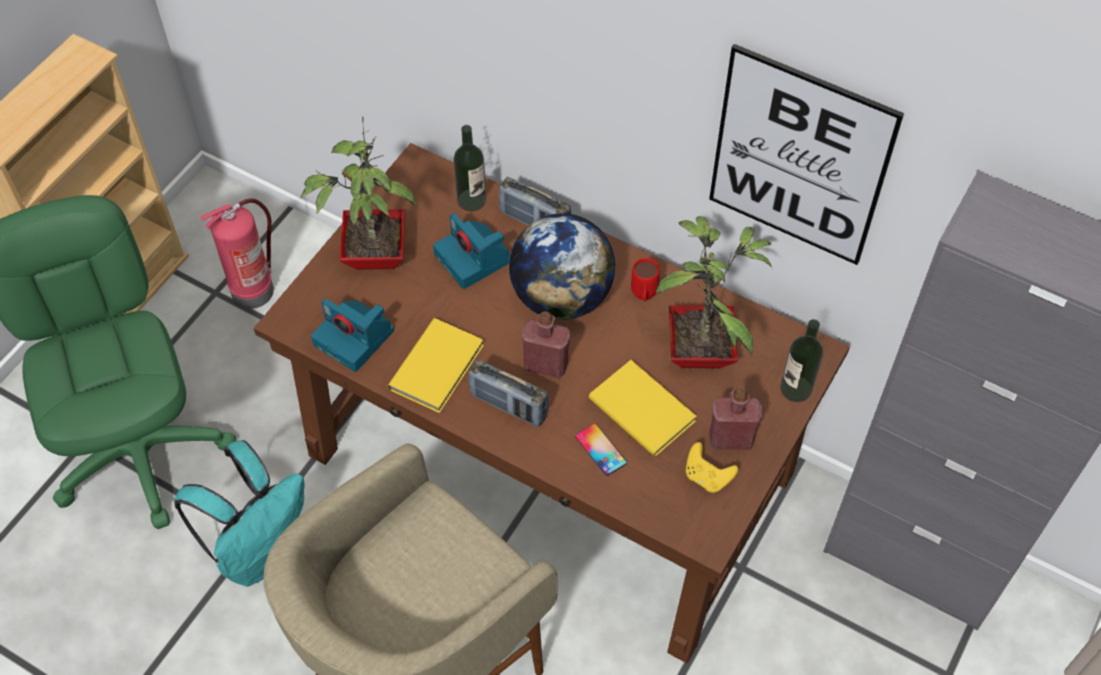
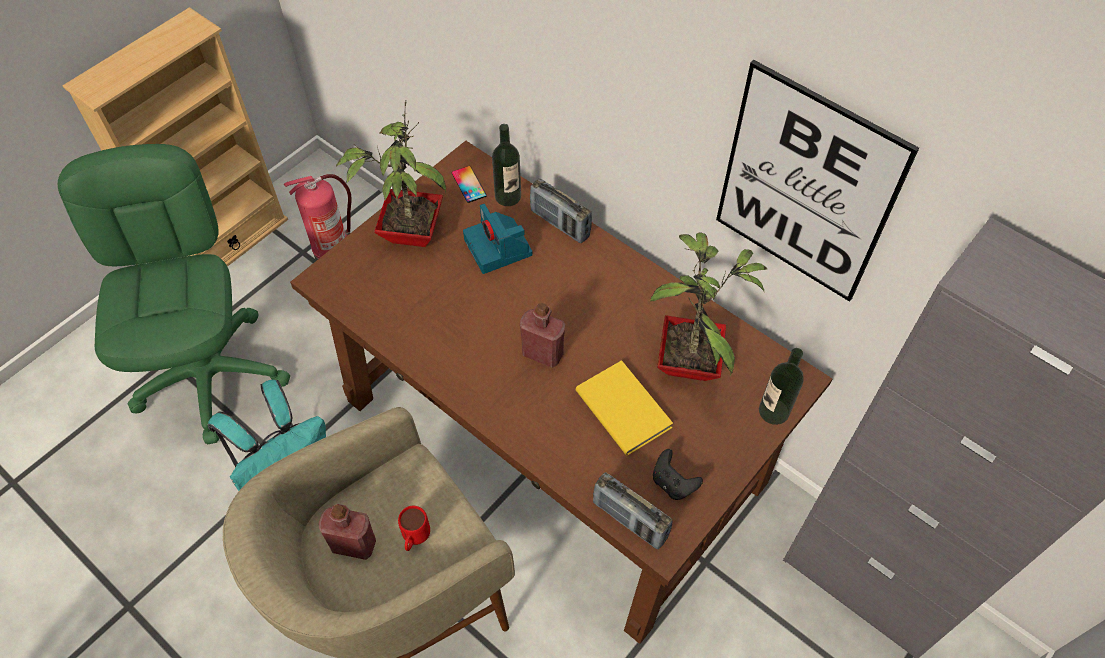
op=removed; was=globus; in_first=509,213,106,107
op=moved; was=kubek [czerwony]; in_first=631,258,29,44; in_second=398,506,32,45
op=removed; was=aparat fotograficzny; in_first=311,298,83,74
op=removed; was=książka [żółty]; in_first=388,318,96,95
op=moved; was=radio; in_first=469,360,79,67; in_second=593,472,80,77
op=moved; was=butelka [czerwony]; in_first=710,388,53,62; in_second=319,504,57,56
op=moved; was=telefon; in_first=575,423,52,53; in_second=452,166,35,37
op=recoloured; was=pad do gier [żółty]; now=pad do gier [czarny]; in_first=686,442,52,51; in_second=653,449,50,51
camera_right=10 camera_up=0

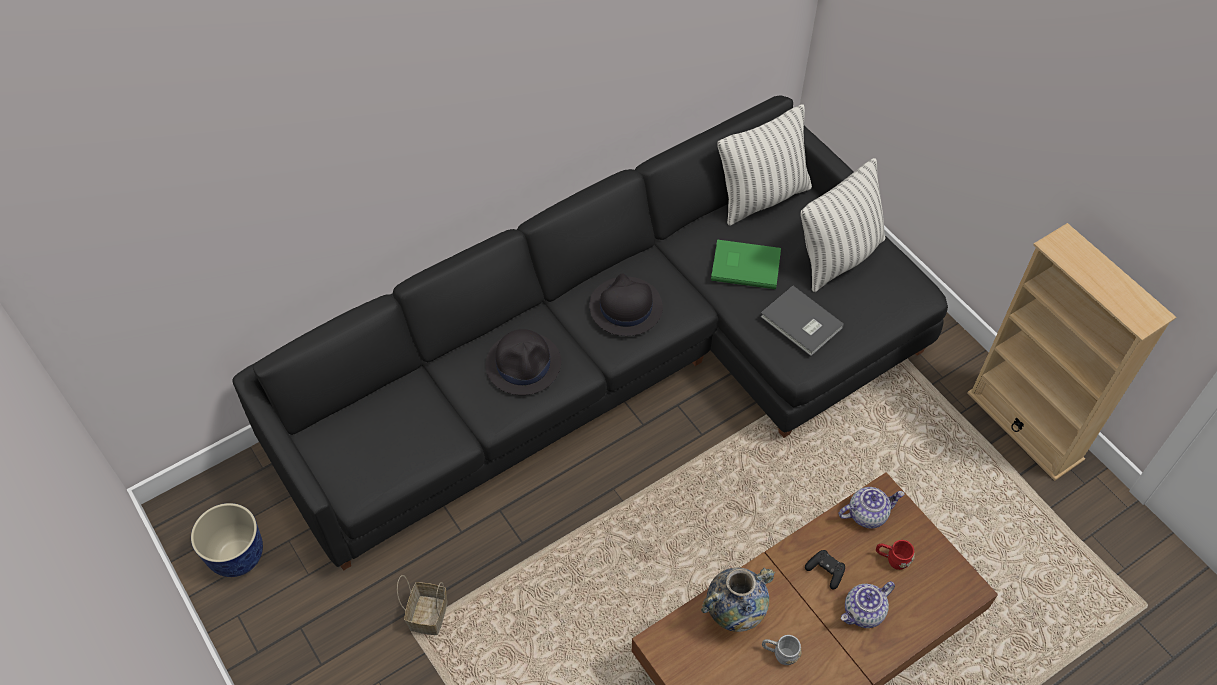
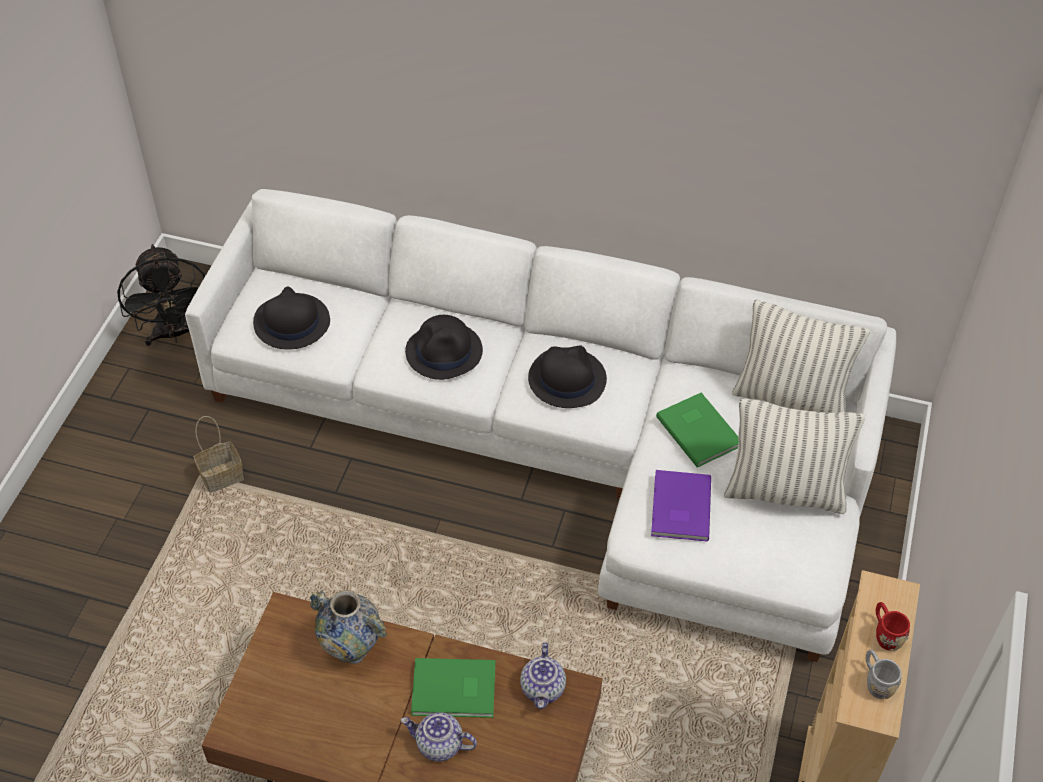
op=recoloured; was=kanapa [czarny]; now=kanapa [biały]; in_first=233,96,715,475; in_second=185,189,711,473
op=recoloured; was=książka [szary]; now=książka [fioletowy]; in_first=760,286,84,70; in_second=651,470,60,72
op=turned; was=imbryk; in_first=839,487,66,41; in_second=520,642,46,67; clockwise=60
op=replaced; was=donica; now=wentylator [czarny]; in_first=191,503,72,74; in_second=117,244,88,102
op=moved; was=kubek [czerwony]; in_first=876,540,39,30; in_second=876,602,34,49
op=replaced; was=pad do gier [czarny]; now=książka [zielony]; in_first=805,550,40,40; in_second=411,658,84,60
op=moved; was=kubek [szary]; in_first=762,635,40,30; in_second=866,649,36,50
op=added; now=kapelusz [czarny]; in_second=253,286,77,64
camera_right=50 camera_up=-5

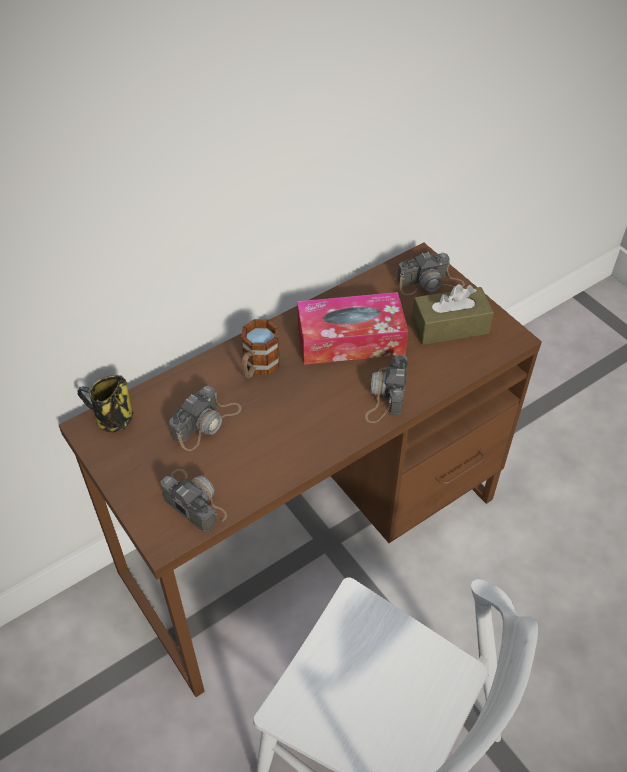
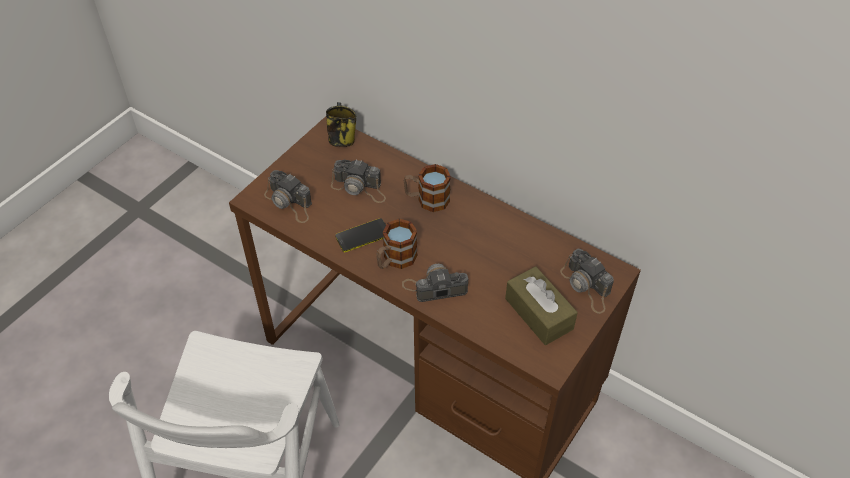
op=removed; was=pudełko chusteczek; in_first=297,292,111,73
op=turned; was=aparat fotograficzny; in_first=161,469,66,63; in_second=264,170,48,53; clockwise=105
op=added; now=telefon; in_second=335,218,51,34
op=added; now=kubek; in_second=376,219,41,50
camera_right=70 camera_up=0

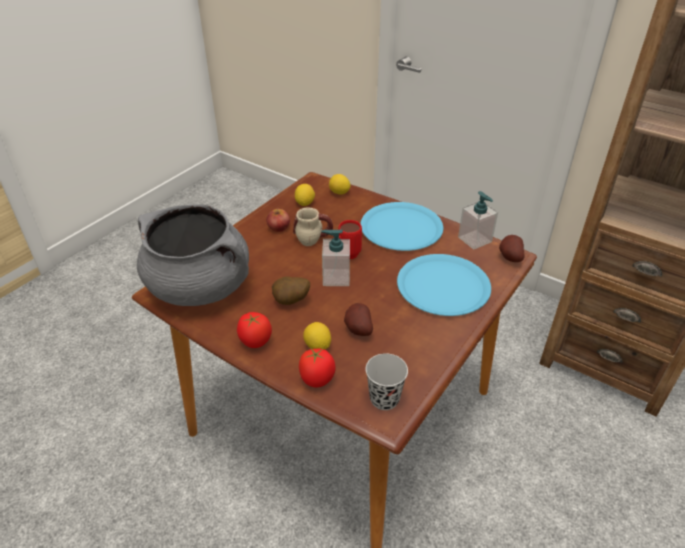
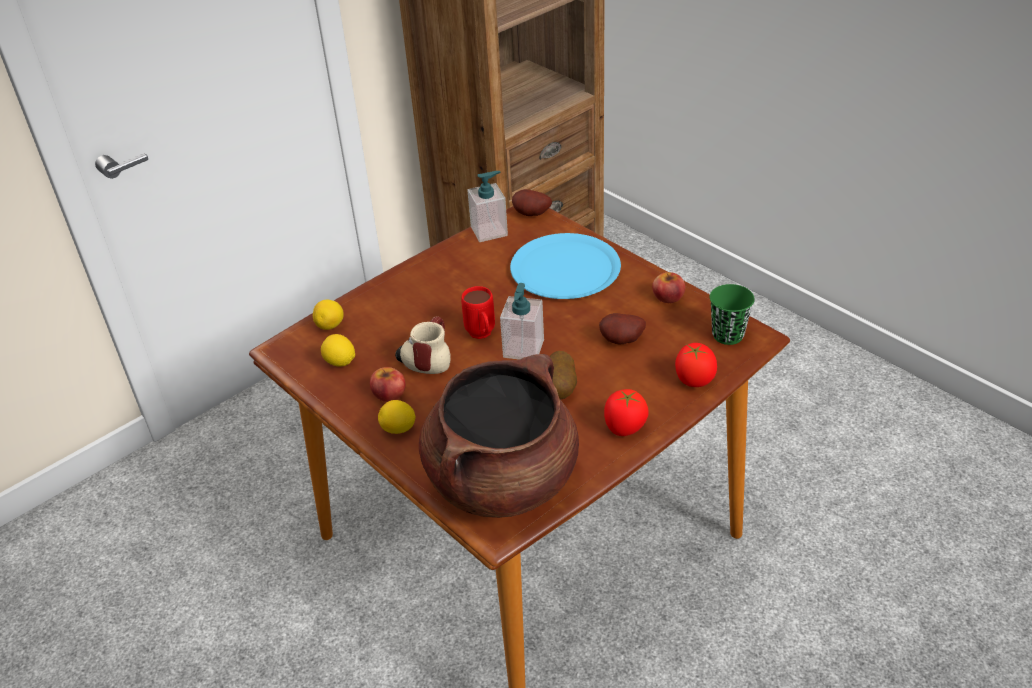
op=removed; was=talerz [niebieski]; in_first=360,202,83,49
op=recoloured; was=garnek [szary]; now=garnek [brązowy]; in_first=137,204,112,102; in_second=419,354,160,164
op=moved; was=cytryna; in_first=303,322,28,28; in_second=378,400,38,34
op=recoloured; was=filiżanka [czarny]; now=filiżanka [zielony]; in_first=365,353,43,57; in_second=710,284,45,61
op=added; now=jabłko; in_second=652,272,33,31
camera_right=-75 camera_up=0

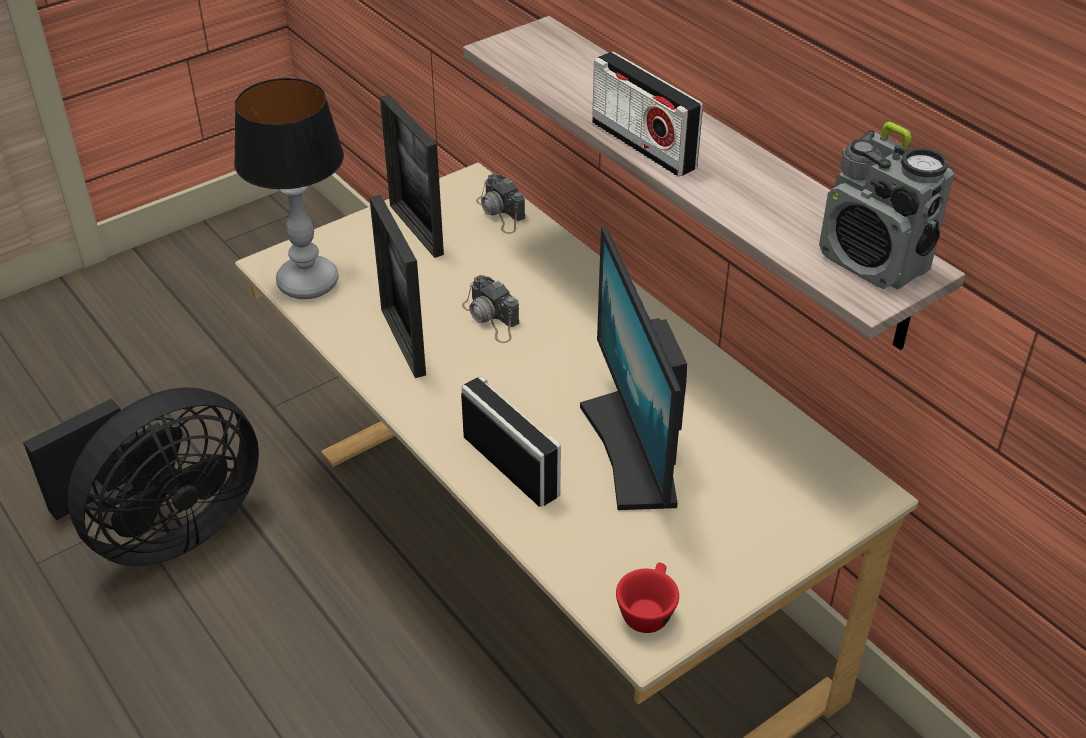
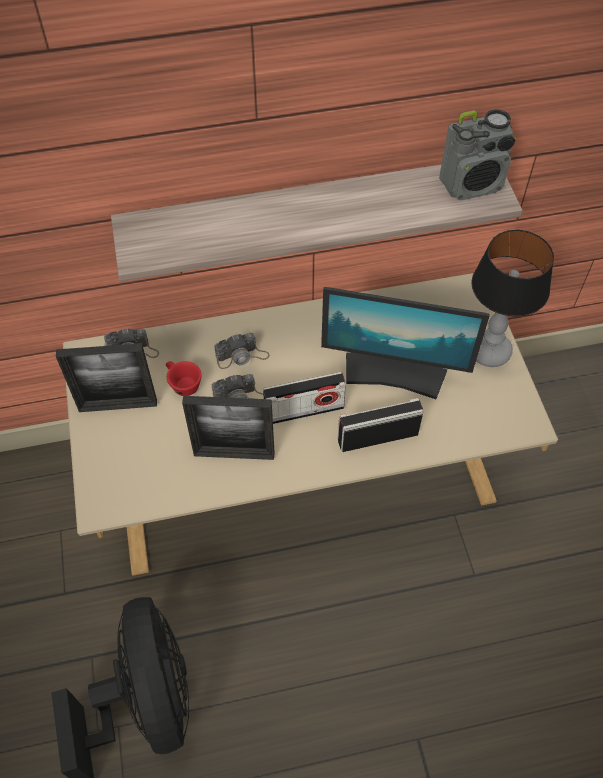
op=moved; was=radio; in_first=592,52,111,125; in_second=263,372,83,52
op=moved; was=lampa stołowa; in_first=234,78,110,221; in_second=471,230,83,137
op=moved; was=filiżanka [czerwony]; in_first=616,563,63,70; in_second=166,361,36,35
op=added; now=aparat fotograficzny; in_second=214,333,56,36
camera_right=-65 camera_up=15

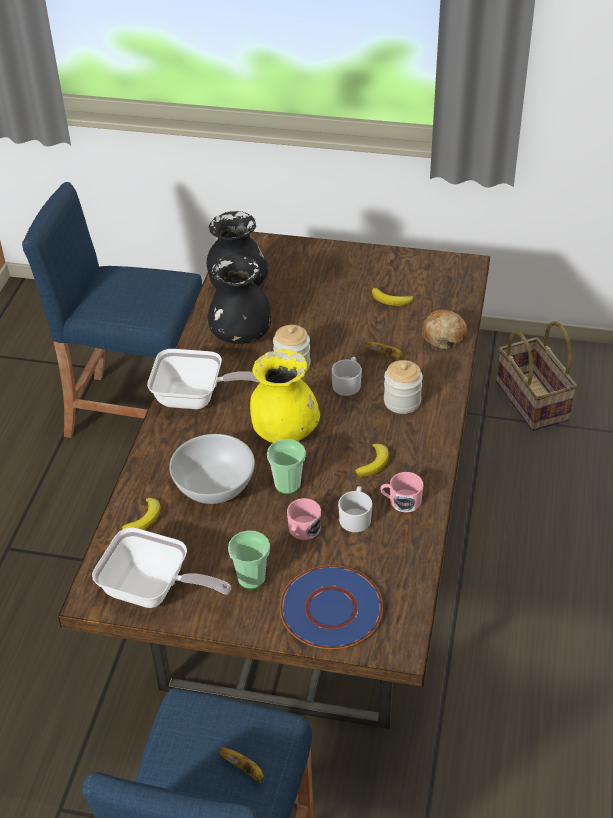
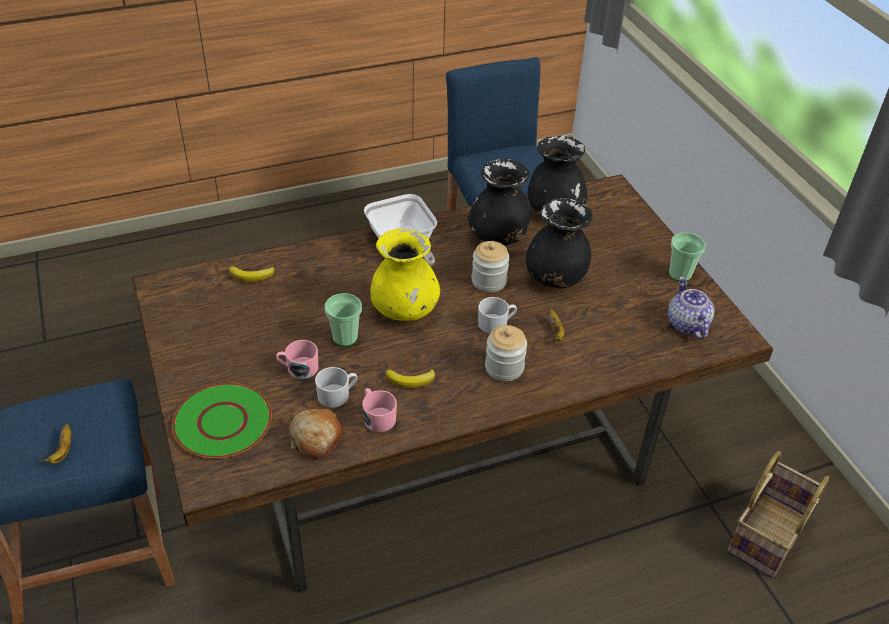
op=removed; was=banan; in_first=372,288,42,18
op=moved; was=chleb; in_first=422,309,45,40; in_second=289,409,54,50
op=removed; was=miska [biały]; in_first=169,434,86,70
op=removed; was=patelnia; in_first=92,528,139,80
op=moved; was=filiżanka; in_first=228,530,42,59; in_second=669,233,37,48
op=recoloured; was=talerz [niebieski]; now=talerz [zielony]; in_first=280,566,103,83; in_second=172,383,100,75
op=added; now=wazon [czarny]; in_second=526,198,66,90
op=added; now=imbryk; in_second=668,276,47,63
camera_right=55 camera_up=0

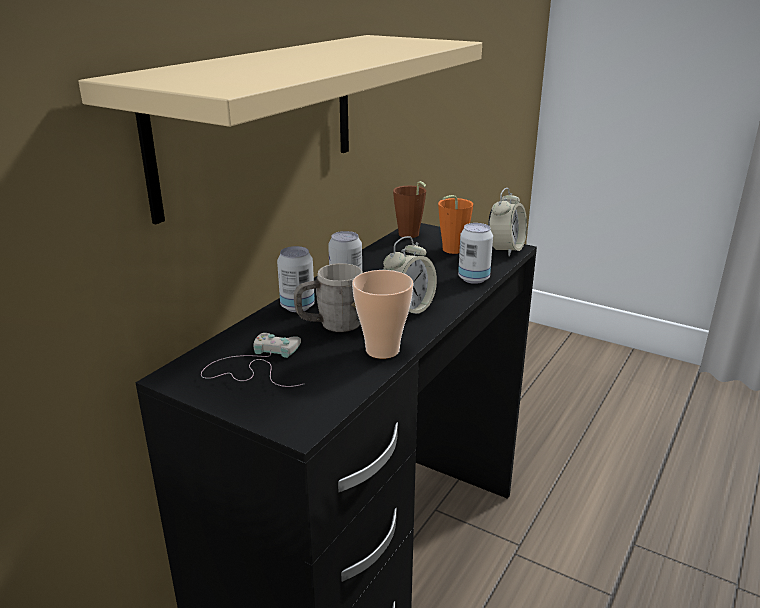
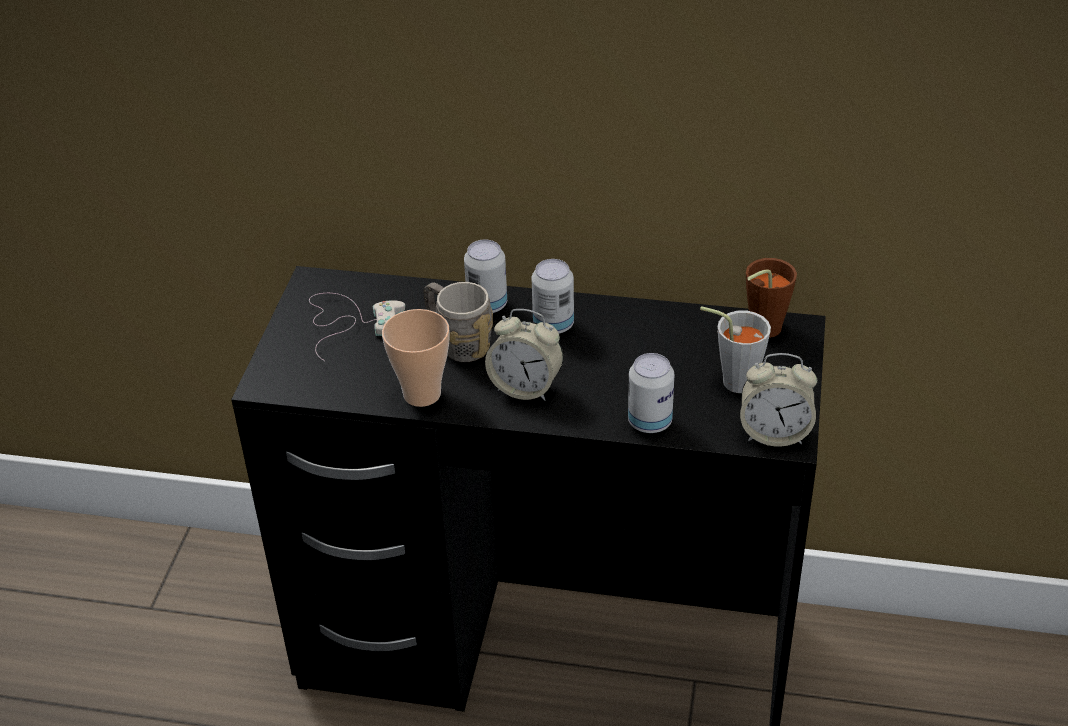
op=removed; was=półka [beżowy]; in_first=79,35,403,189
op=recoloured; was=filiżanka [pomarańczowy]; now=filiżanka [szary]; in_first=438,195,35,59; in_second=700,306,71,87
camera_right=70 camera_up=15

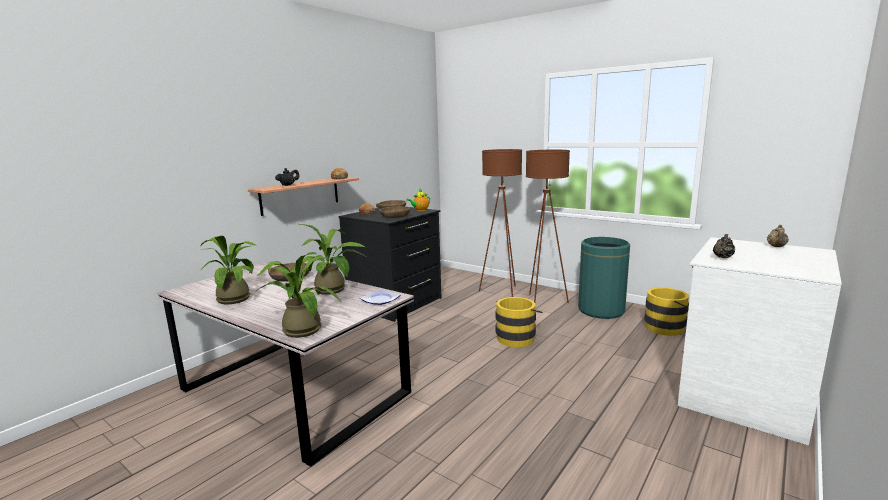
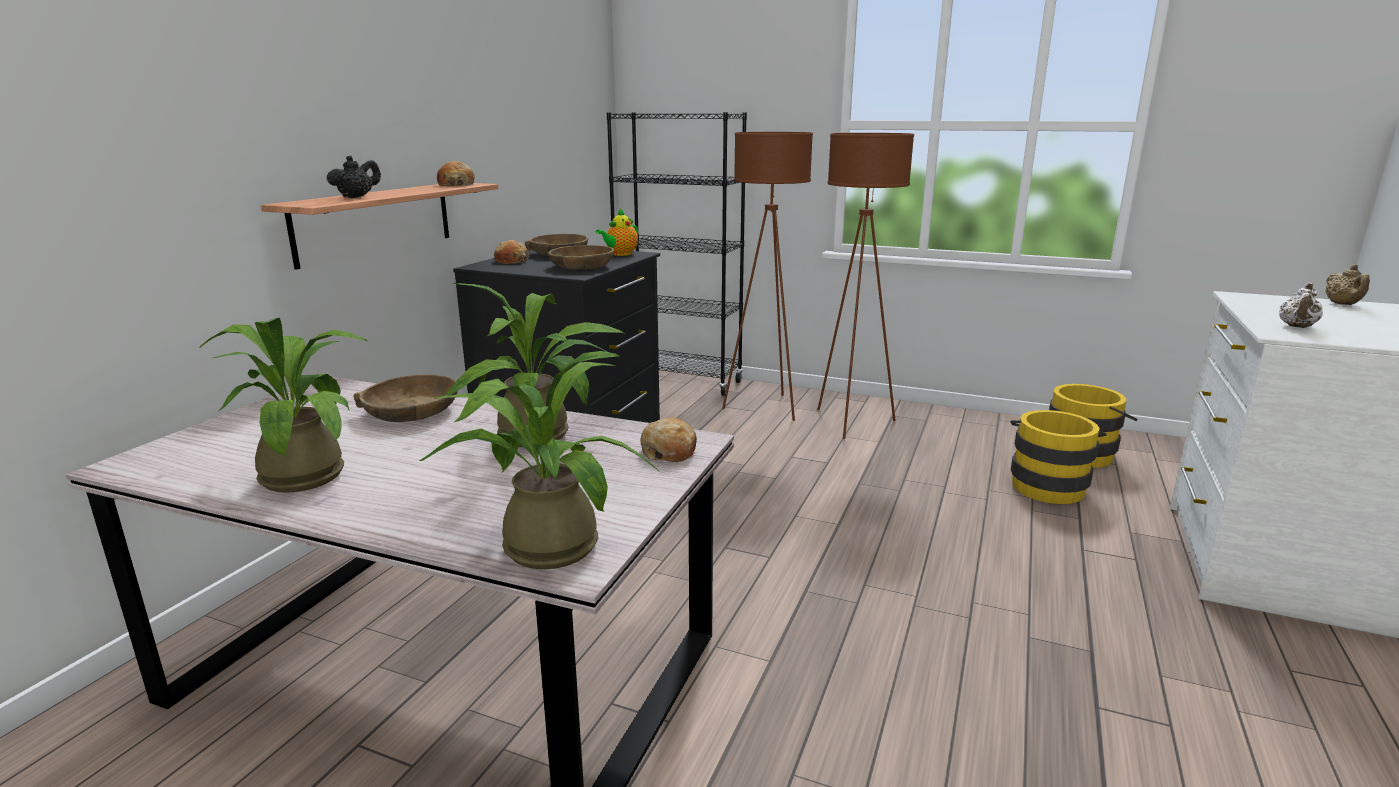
op=recoloured; was=imbryk [czarny]; now=imbryk [biały]; in_first=713,234,22,24; in_second=1279,283,44,45
op=removed; was=kosz na śmieci [zielony]; in_first=578,237,52,82
op=replaced; was=talerz; now=chleb; in_first=360,289,40,16; in_second=641,417,56,45
op=moved; was=wiadro [żółty]; in_first=496,297,46,50; in_second=1010,410,97,94
op=added; now=regał [czarny]; in_second=607,112,140,284
camera_right=-15 camera_up=5

